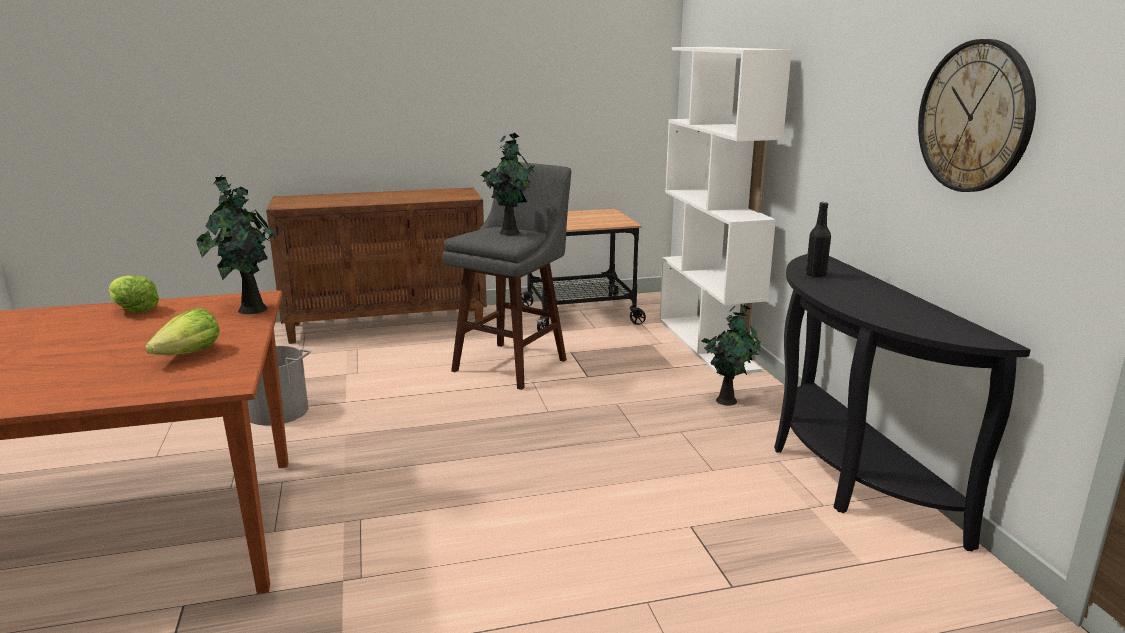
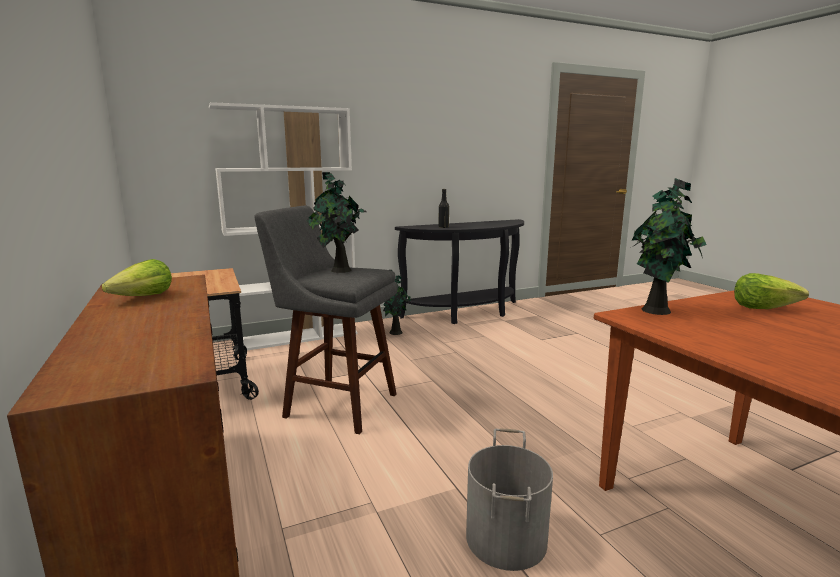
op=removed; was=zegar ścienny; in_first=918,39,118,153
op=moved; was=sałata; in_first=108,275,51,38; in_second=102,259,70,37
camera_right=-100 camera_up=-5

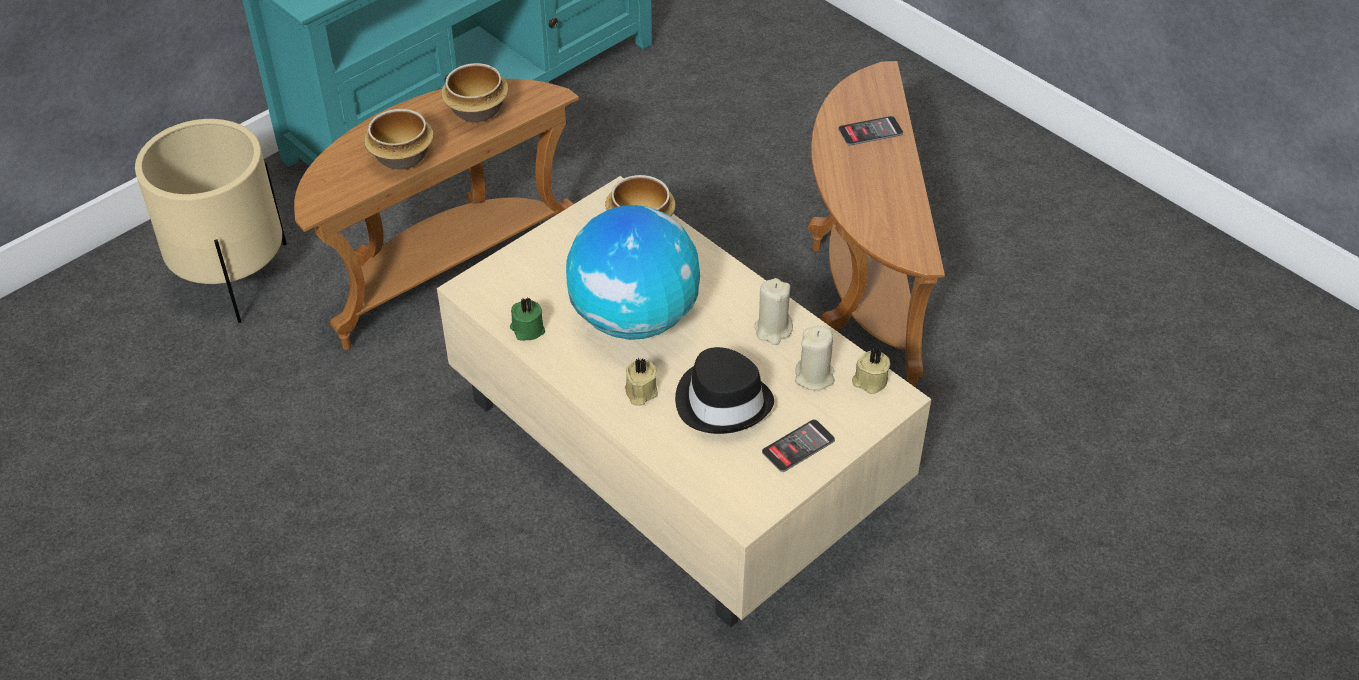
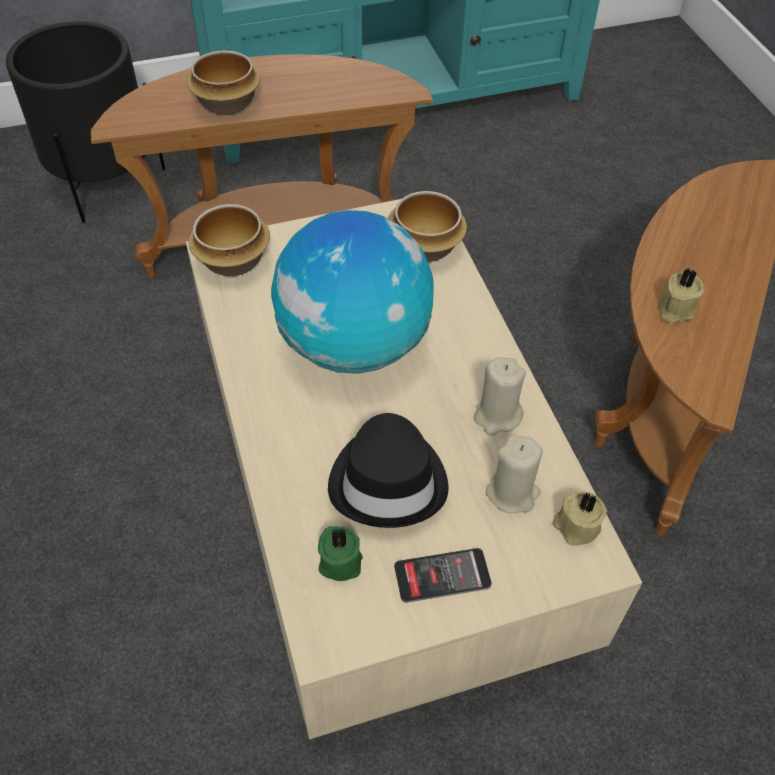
op=moved; was=miska; in_first=441,63,68,59; in_second=188,204,82,72
op=removed; was=telefon; in_first=838,116,65,29
op=recoloured; was=donica [beżowy]; now=donica [czarny]; in_first=135,119,152,204; in_second=6,21,160,202
op=moved; was=świeca [zielony]; in_first=510,297,35,44; in_second=318,526,45,55
op=moved; was=świeca [beżowy]; in_first=625,358,33,48; in_second=658,269,47,55
camera_right=25 camera_up=5

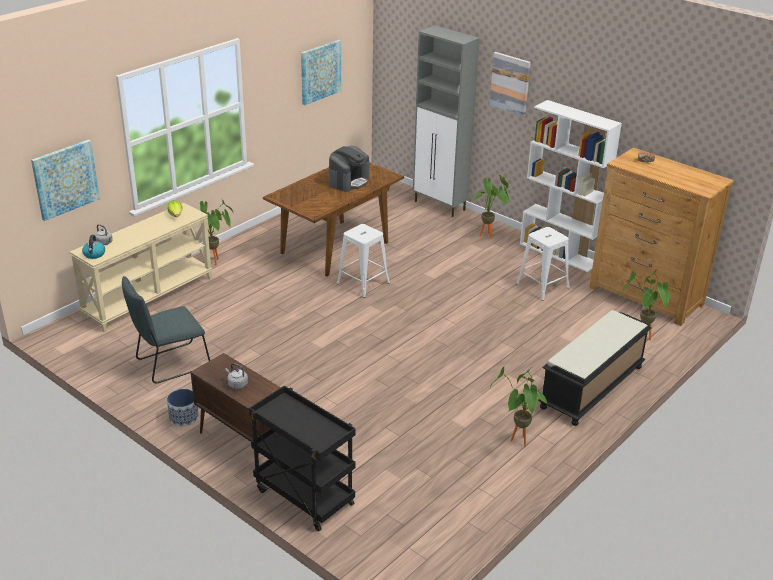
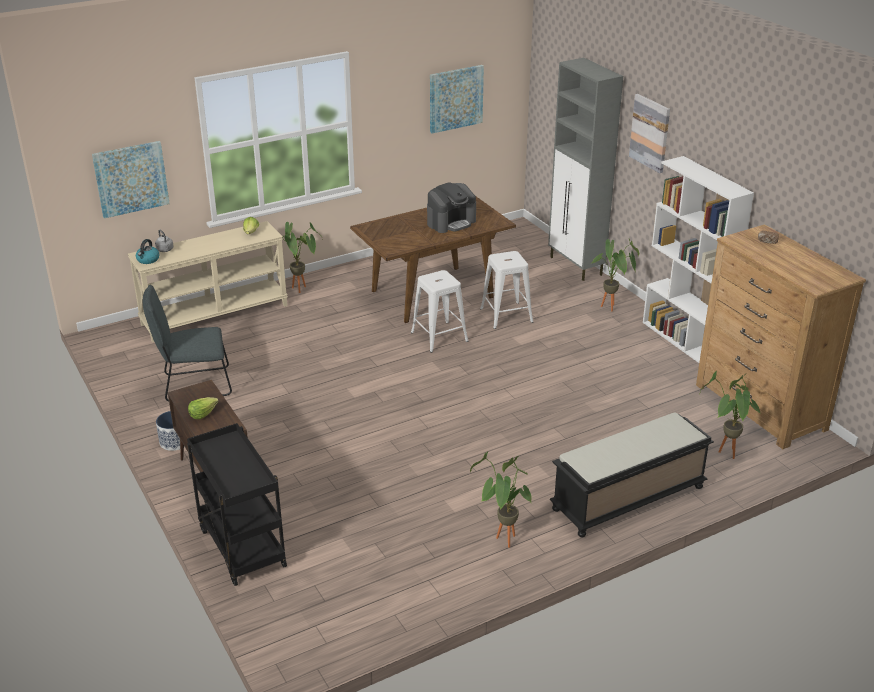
op=moved; was=stołek [biały]; in_first=516,227,54,74; in_second=480,251,53,78
op=replaced; was=czajnik [szary]; now=sałata; in_first=225,363,23,26; in_second=188,397,31,22
camera_right=20 camera_up=0

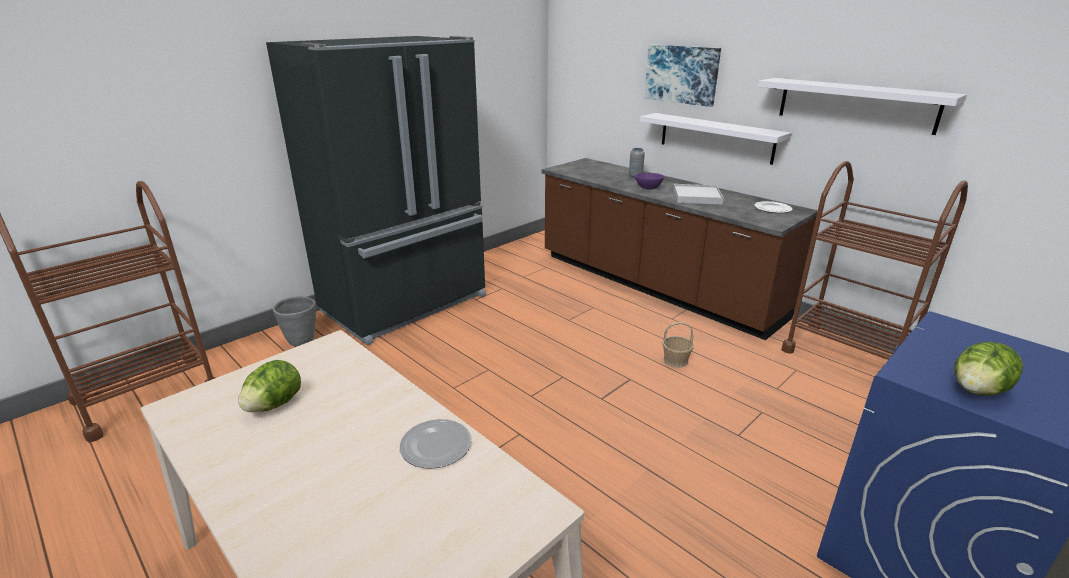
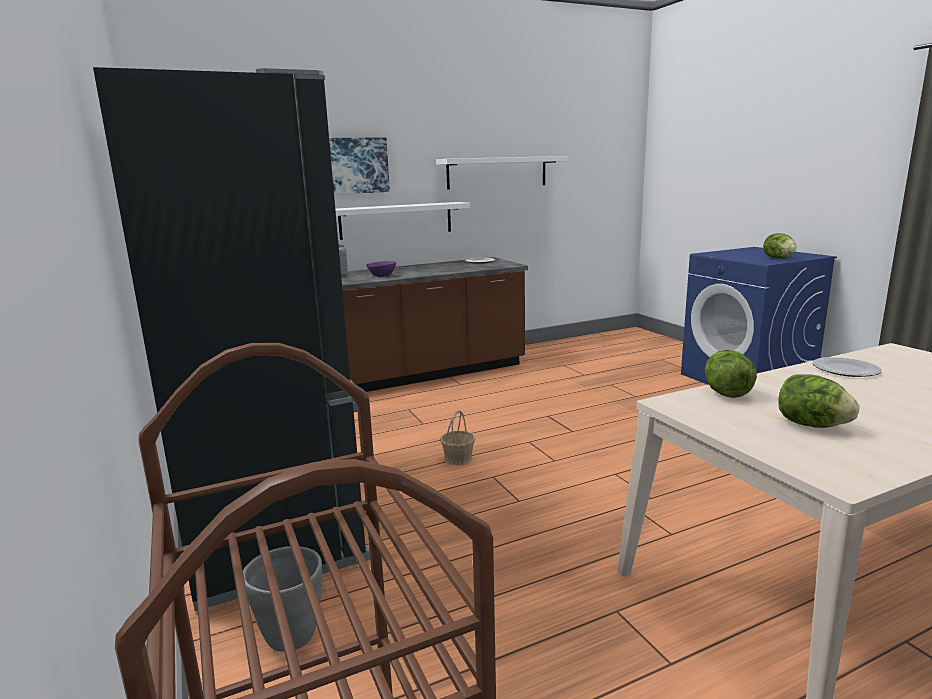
op=removed; was=wózek [brązowy]; in_first=781,161,187,199
op=removed; was=taca [biały]; in_first=674,184,50,20
op=moved; was=koszyk; in_first=663,322,31,46; in_second=440,410,35,55
op=added; now=sałata; in_second=705,350,52,48
camera_right=-70 camera_up=-10

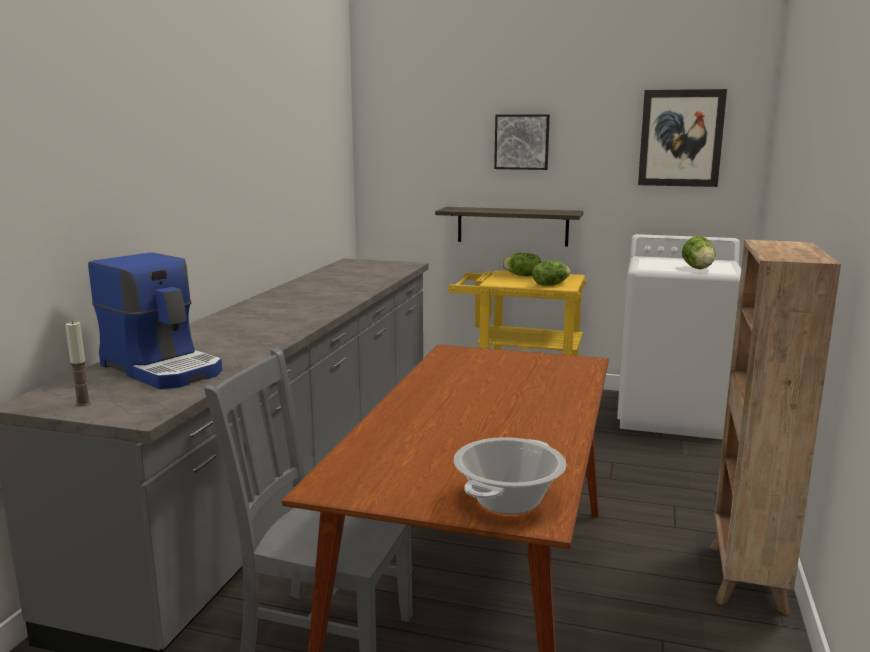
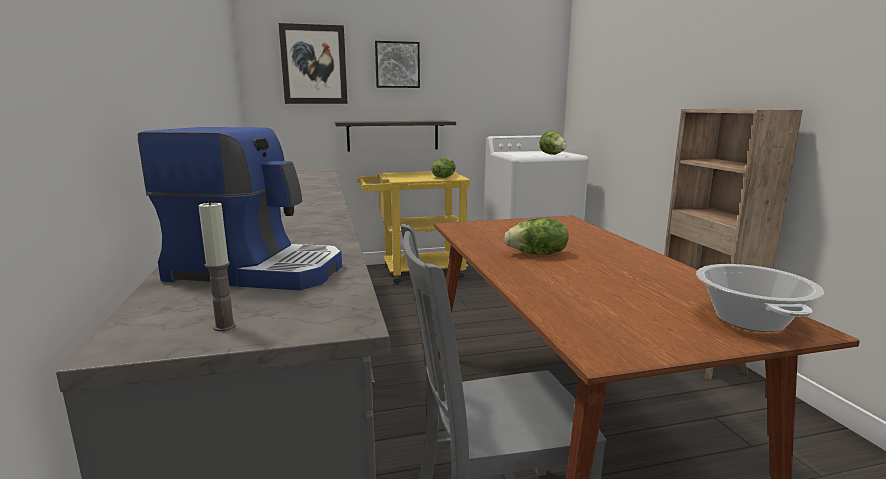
op=moved; was=obraz; in_first=638,89,89,98; in_second=279,23,69,81
op=moved; was=sałata; in_first=502,253,39,23; in_second=504,218,65,37
camera_right=-30 camera_up=0

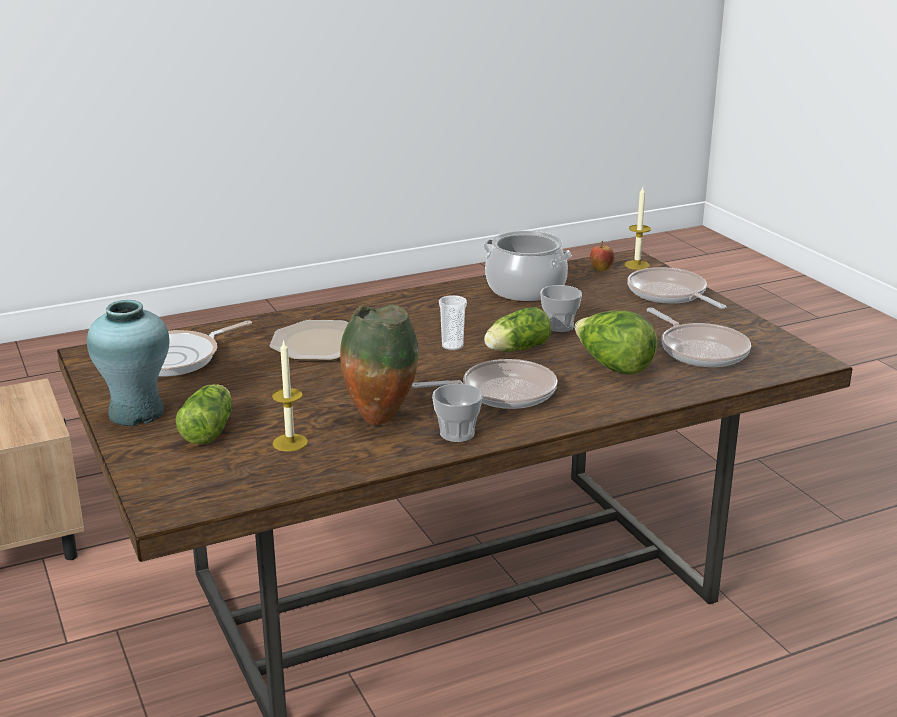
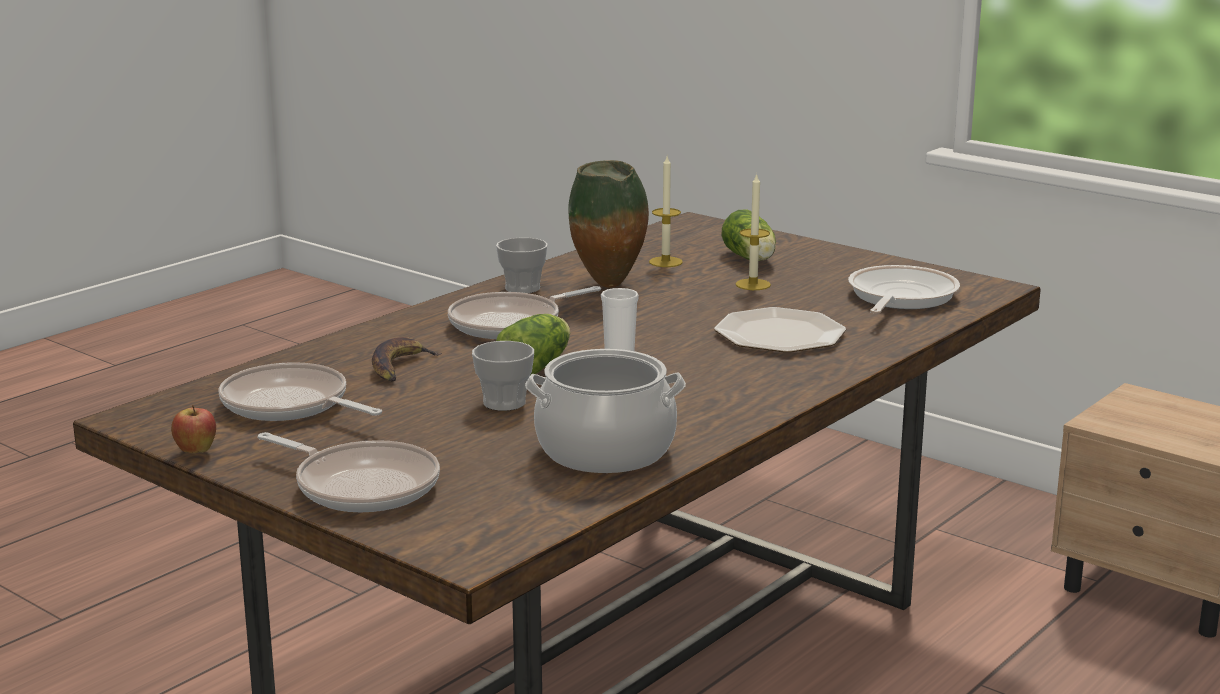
op=moved; was=świeca; in_first=624,187,27,83; in_second=735,173,36,117
op=moved; was=jabłko; in_first=590,241,24,31; in_second=171,405,45,48
op=removed; was=wazon [turkusowy]; in_first=87,300,82,127
op=replaced; was=sałata; now=banan; in_first=574,311,84,64; in_second=372,337,70,45
camera_right=155 camera_up=-5

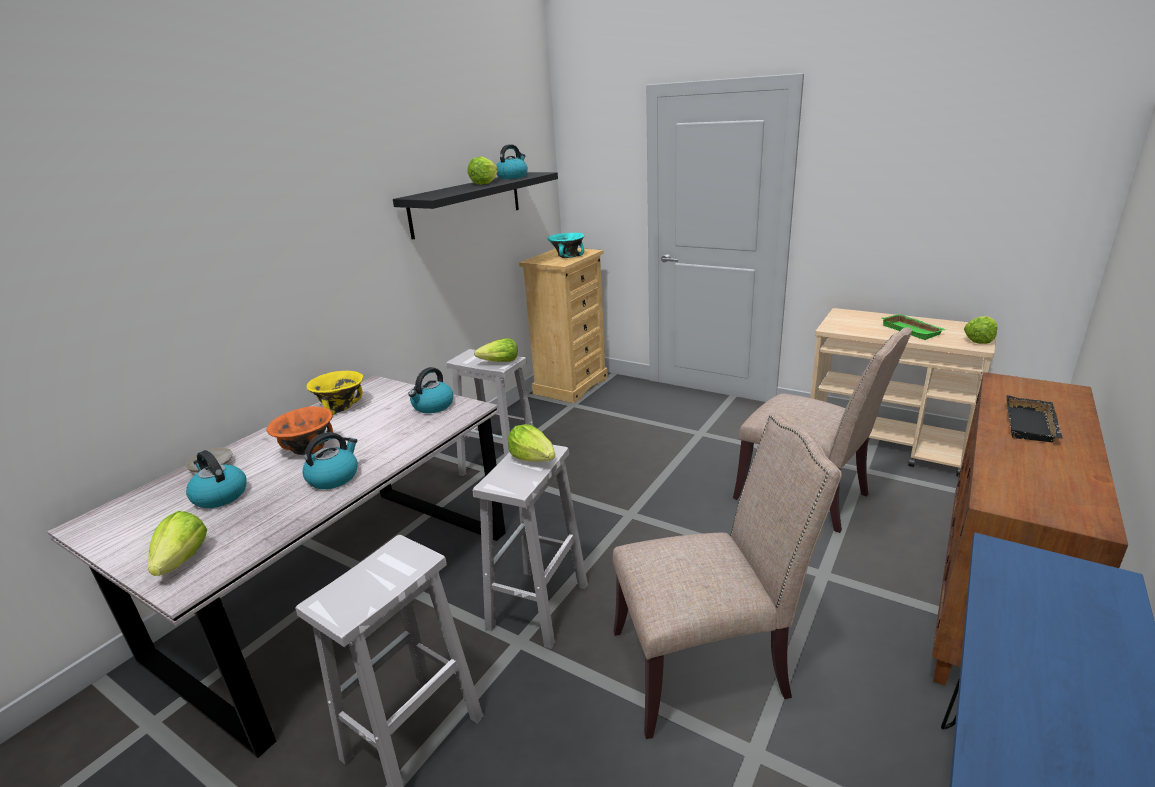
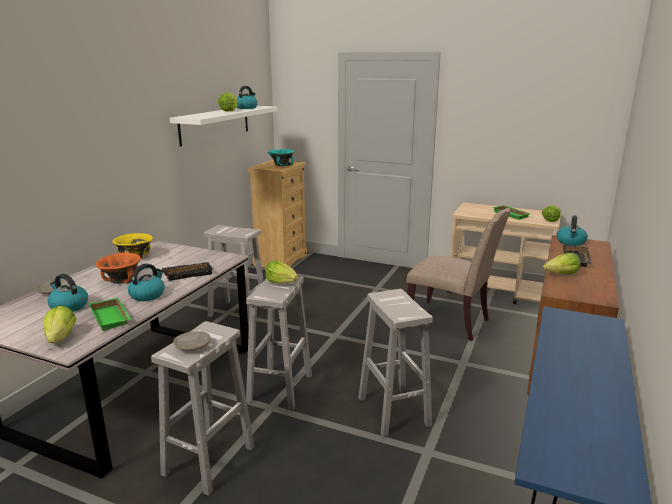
op=recoloured; was=półka [czarny]; now=półka [biały]; in_first=393,172,165,68; in_second=170,106,107,41
op=moved; was=sałata; in_first=474,338,44,24; in_second=543,253,38,21
op=moved; was=czajnik; in_first=408,367,46,46; in_second=557,215,31,31
op=replaced; was=krzesło [beżowy]; now=stołek [biały]; in_first=613,412,229,327; in_second=358,289,75,148
op=added; now=taca [czarny]; in_second=162,262,51,19
op=added; now=taca [zielony]; in_second=88,298,43,33
op=added; now=talerz [beżowy]; in_second=173,331,38,20
camera_right=-10 camera_up=-5

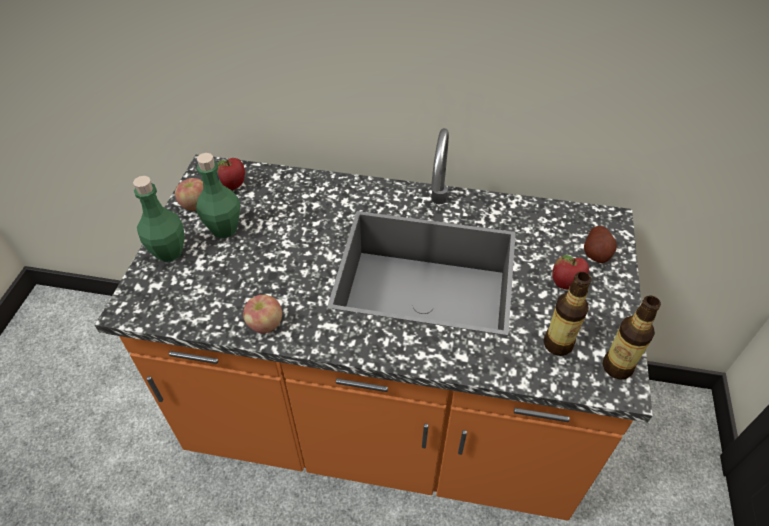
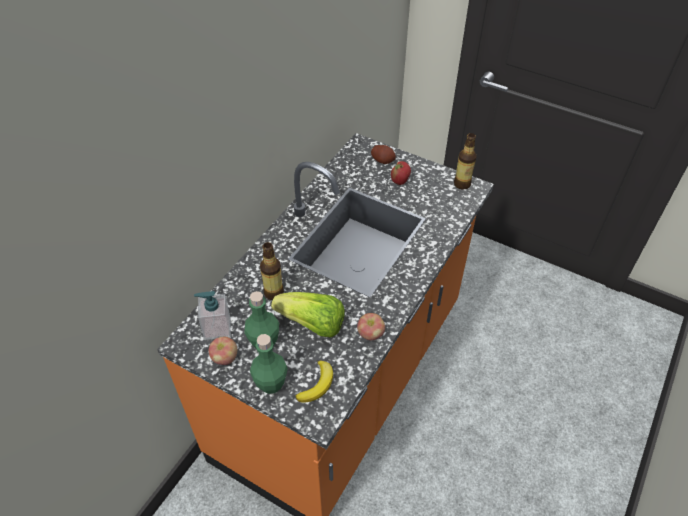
op=replaced; was=jabłko; now=dozownik mydła; in_first=217,158,28,32; in_second=194,291,37,49
op=moved; was=butelka; in_first=543,272,48,84; in_second=260,242,24,58
op=added; now=sałata; in_second=271,292,74,45
op=added; now=banan; in_second=295,360,38,43
camera_right=-70 camera_up=0

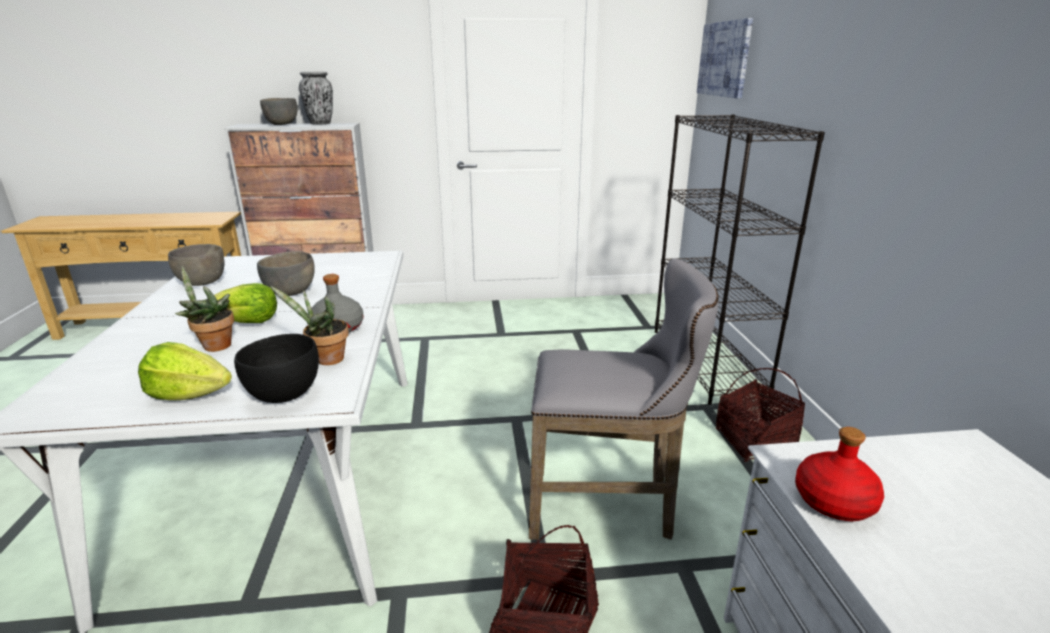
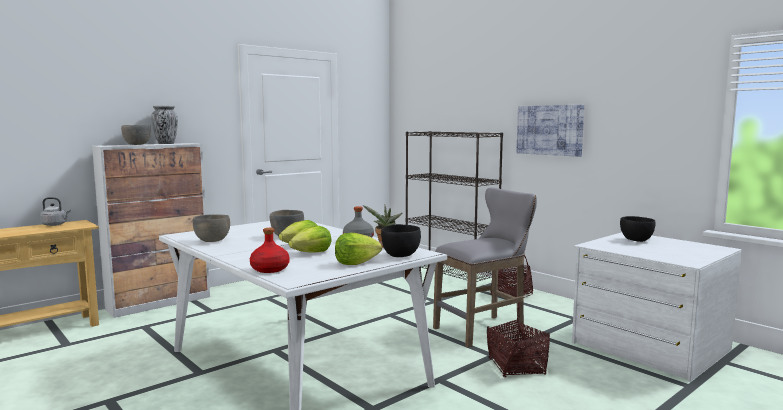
op=moved; was=obraz; in_first=697,18,56,80; in_second=516,105,68,52
op=replaced; was=roślina doniczkowa; now=sałata; in_first=175,266,59,86; in_second=289,226,43,27
op=moved; was=butelka [czerwony]; in_first=795,427,89,94; in_second=250,228,39,45
op=added; now=czajnik [szary]; in_second=40,197,31,29
op=added; now=miska [czarny]; in_second=620,216,36,26
camera_right=-35 camera_up=-15

